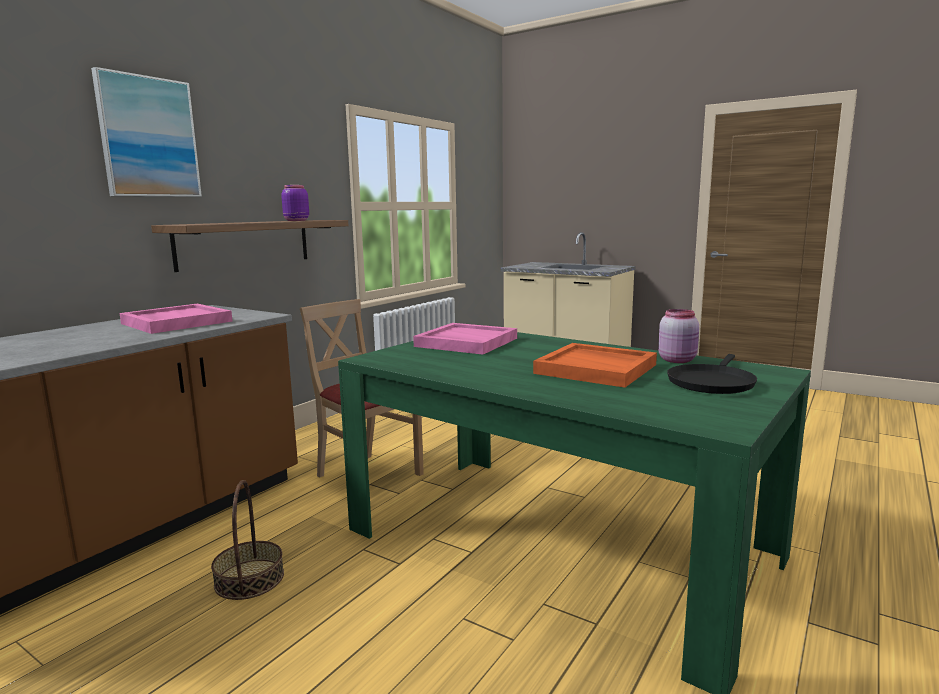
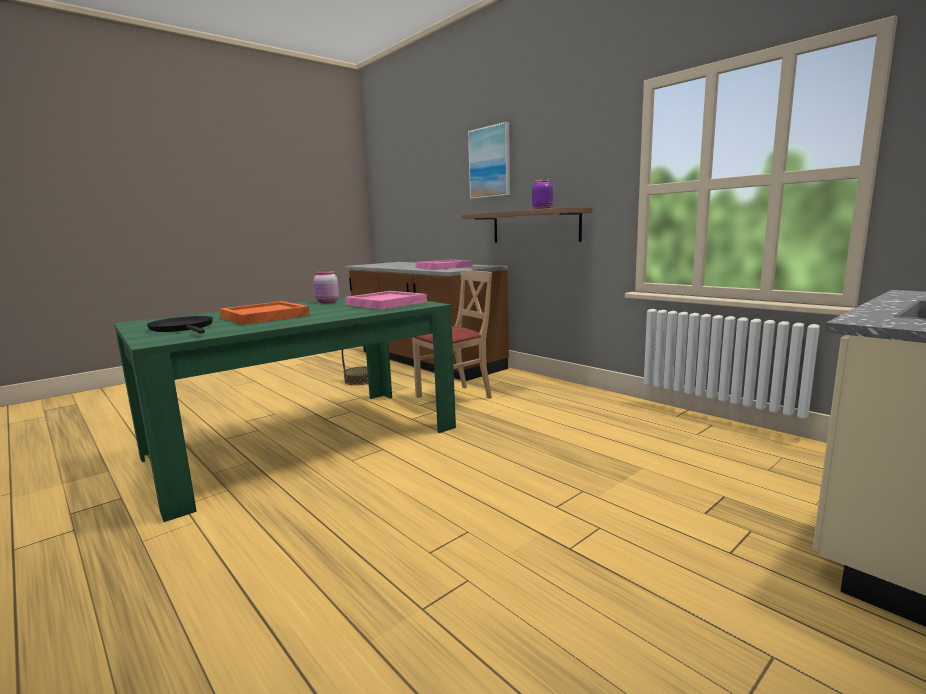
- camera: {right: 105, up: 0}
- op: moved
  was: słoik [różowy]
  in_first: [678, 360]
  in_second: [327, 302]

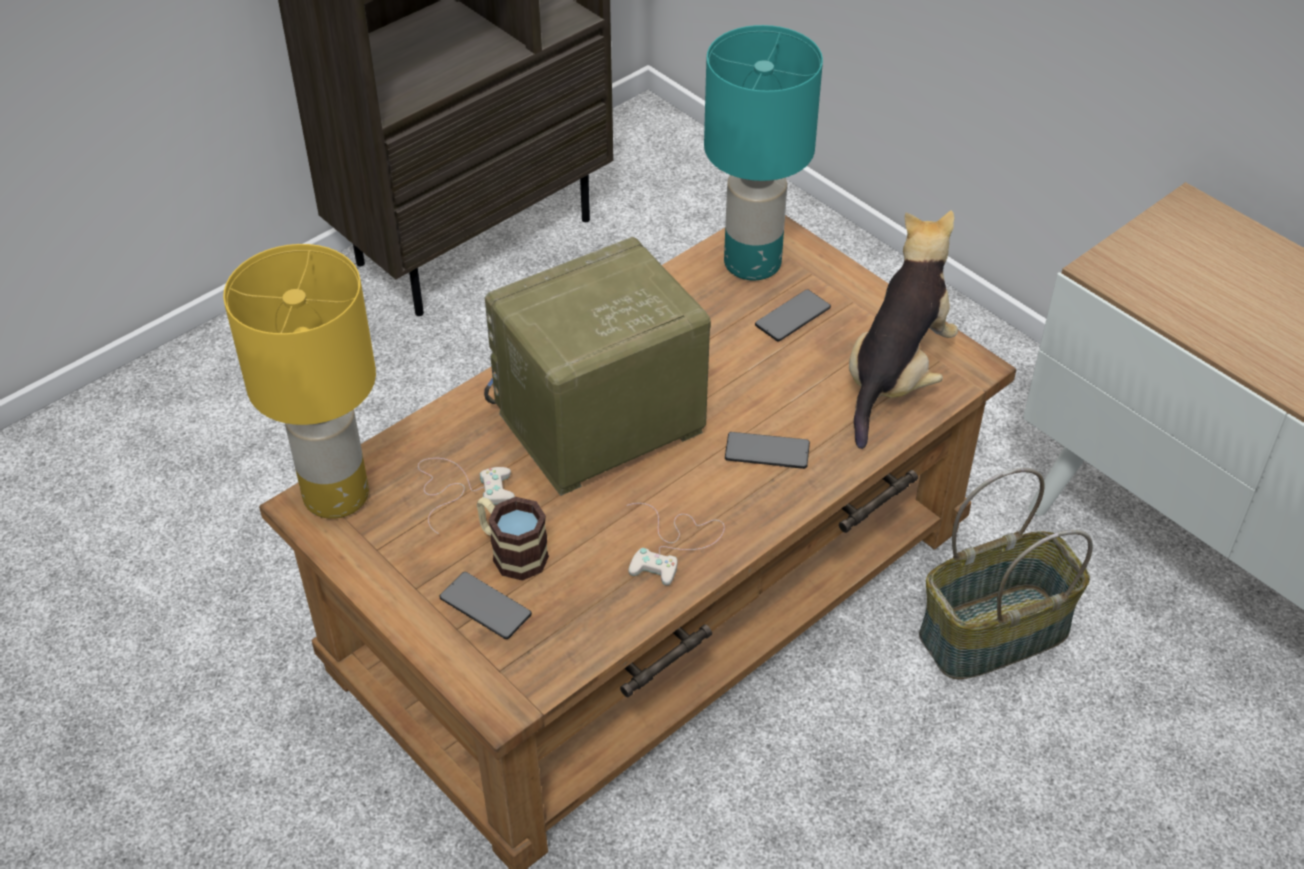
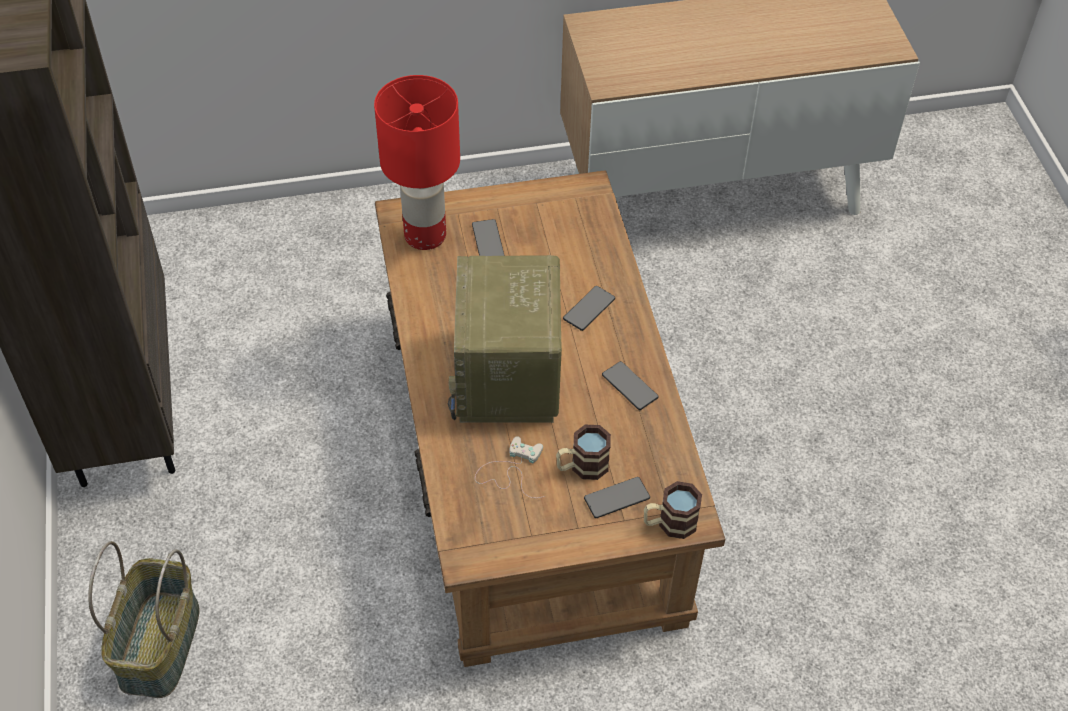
- camera: {right: -60, up: 5}
- op: removed
  was: lampa stołowa [żółty]
  in_first: [338, 494]
- op: replaced
  was: pad do gier [biały]
  now: telefon
  in_first: [673, 544]
  in_second: [630, 386]
- op: recoloured
  was: lampa stołowa [turkusowy]
  now: lampa stołowa [czerwony]
  in_first: [754, 262]
  in_second: [425, 234]
- op: removed
  was: pluszak
  in_first: [896, 375]
- op: moved
  was: koszyk
  in_first: [994, 635]
  in_second: [161, 646]
- op: added
  now: kubek
  in_second: [669, 523]

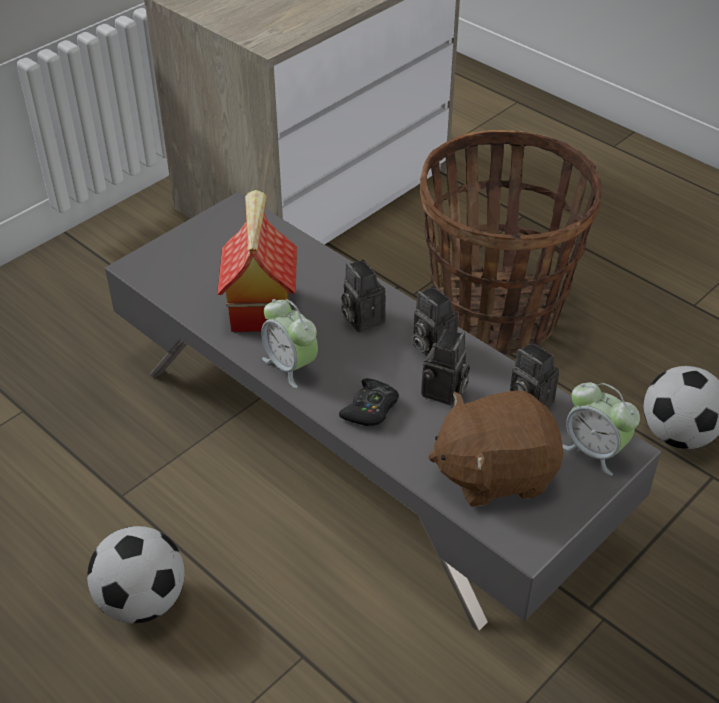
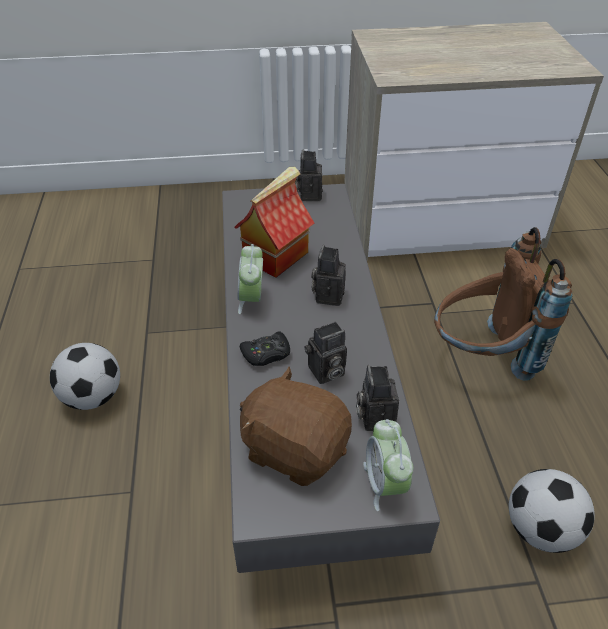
- camera: {right: 40, up: 0}
- op: moved
  was: aparat fotograficzny
  in_first: [430, 346]
  in_second: [309, 194]
- op: replaced
  was: koszyk
  now: plecak [brązowy]
  in_first: [496, 315]
  in_second: [482, 357]

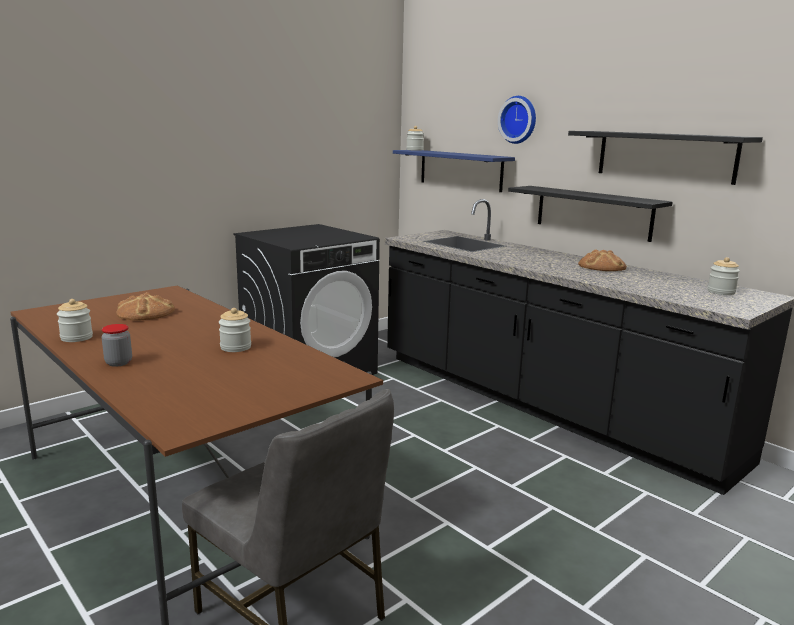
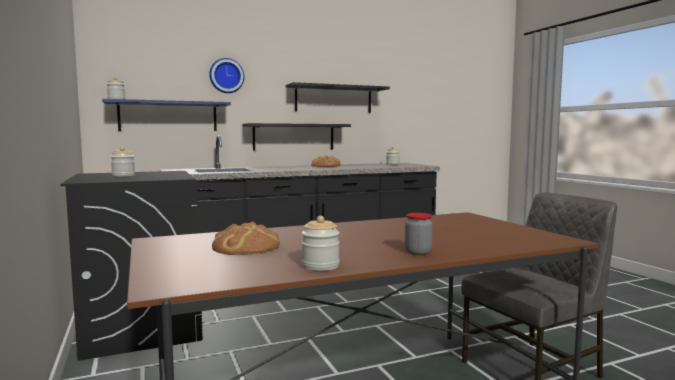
- camera: {right: -70, up: -10}
- op: moved
  was: słoik
  in_first: [235, 347]
  in_second: [123, 176]

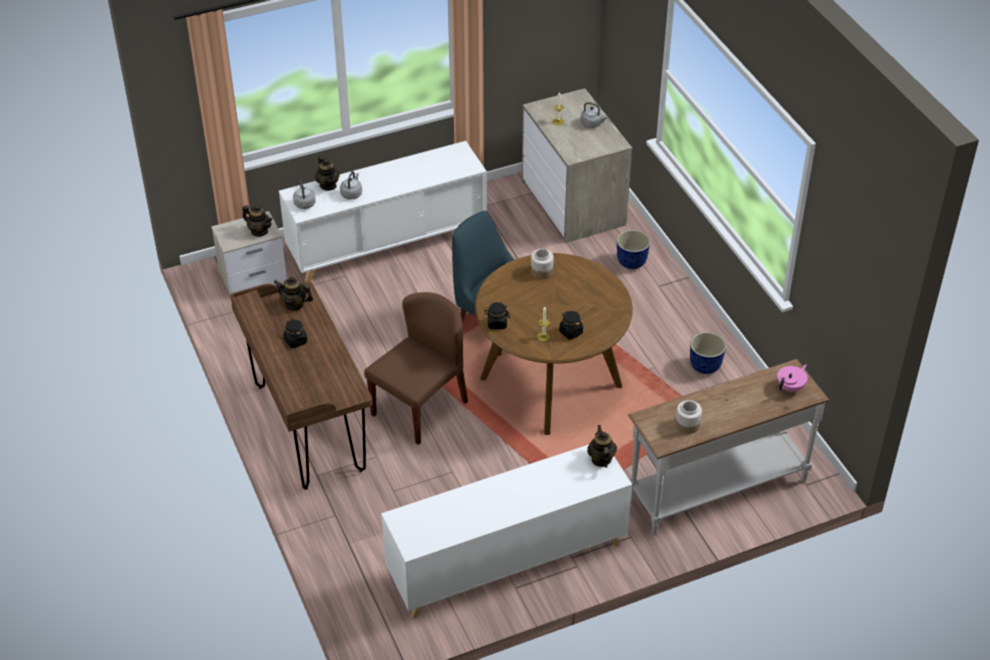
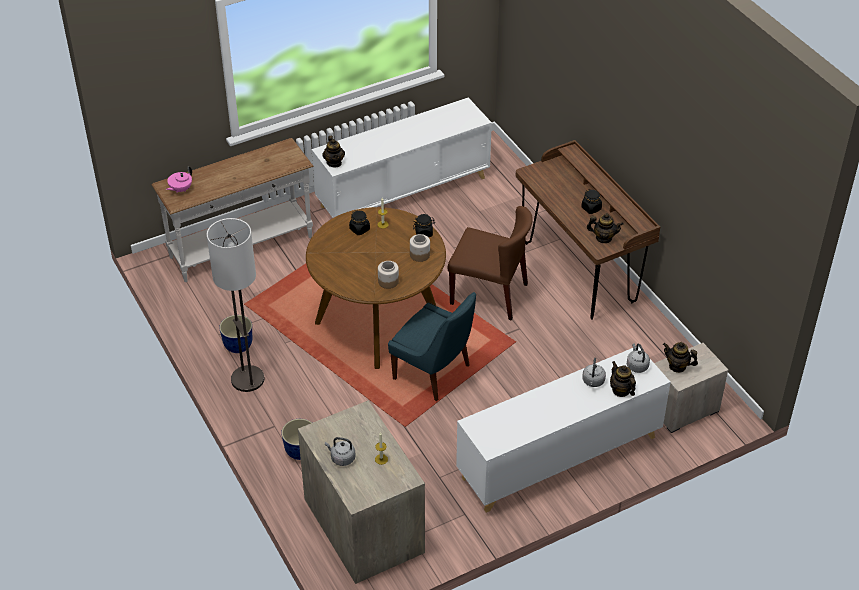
- camera: {right: 175, up: 0}
- op: turned
  was: krzesło [brązowy]
  in_first: [420, 408]
  in_second: [489, 294]
  clockwise: -105
- op: moved
  was: słoik
  in_first: [687, 424]
  in_second: [419, 255]
- op: added
  now: lampa stojąca
  in_second: [247, 379]

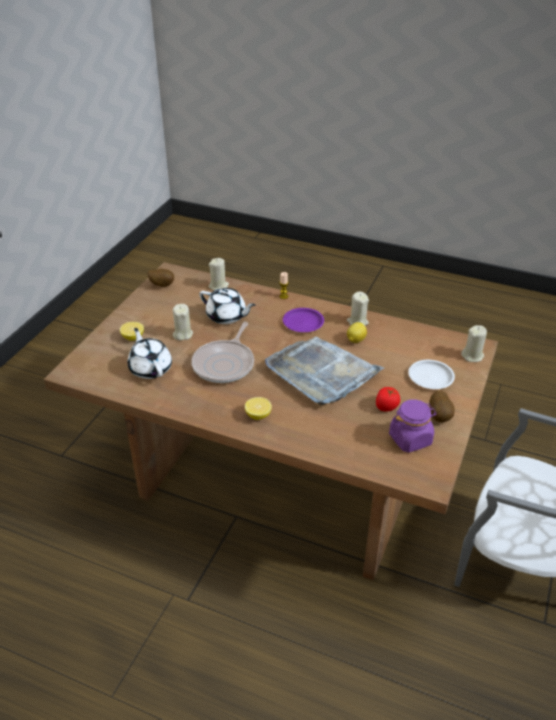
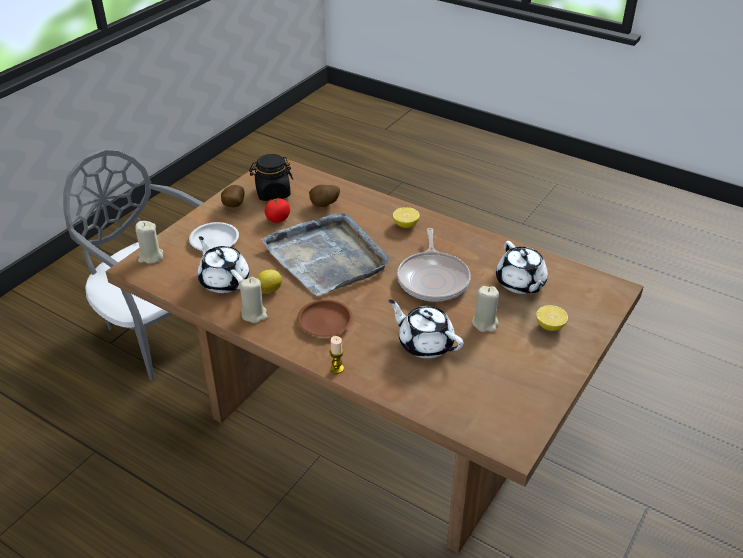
- camera: {right: -170, up: 0}
- op: moved
  was: ziemniak
  in_first: [162, 285]
  in_second: [324, 206]
- op: turned
  was: patelnia
  in_first: [225, 364]
  in_second: [433, 279]
  clockwise: 150
- op: removed
  was: świeca [beżowy]
  in_first: [218, 286]
- op: recoloured
  was: talerz [fioletowy]
  now: talerz [brązowy]
  in_first: [303, 323]
  in_second: [324, 321]
- op: recoloured
  was: słoik [fioletowy]
  now: słoik [czarny]
  in_first: [410, 439]
  in_second: [272, 193]
- op: added
  now: imbryk [biały]
  in_second: [224, 281]

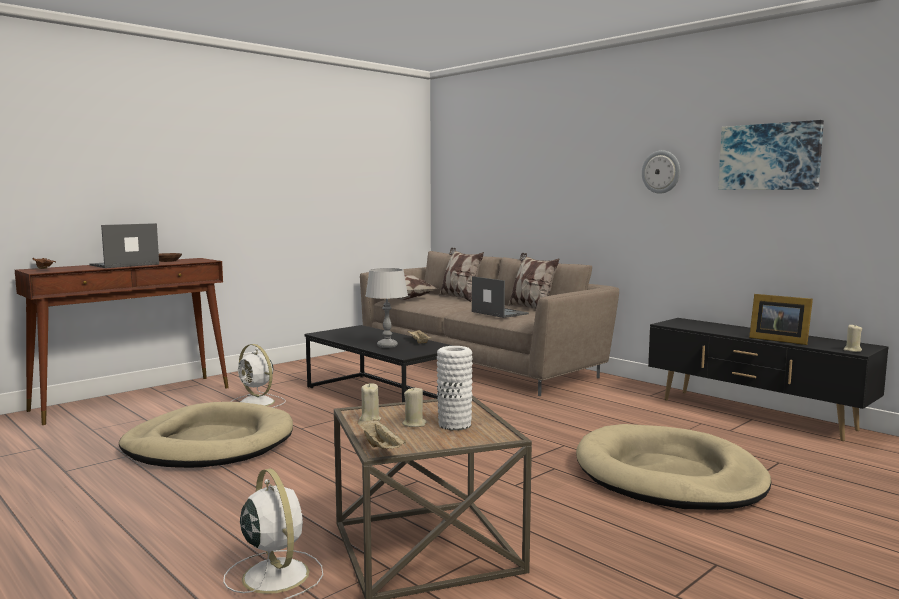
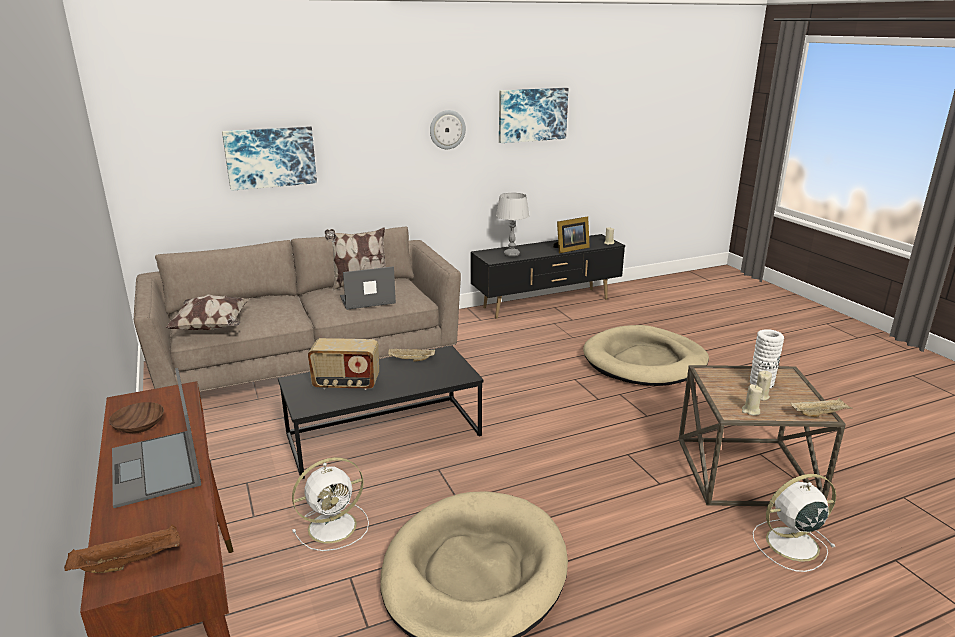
- camera: {right: -70, up: 15}
- op: moved
  was: lampa stołowa [szary]
  in_first: [387, 346]
  in_second: [511, 254]
- op: removed
  was: poduszka
  in_first: [460, 298]
- op: added
  now: obraz
  in_second: [270, 157]
- op: added
  now: radio
  in_second: [346, 384]

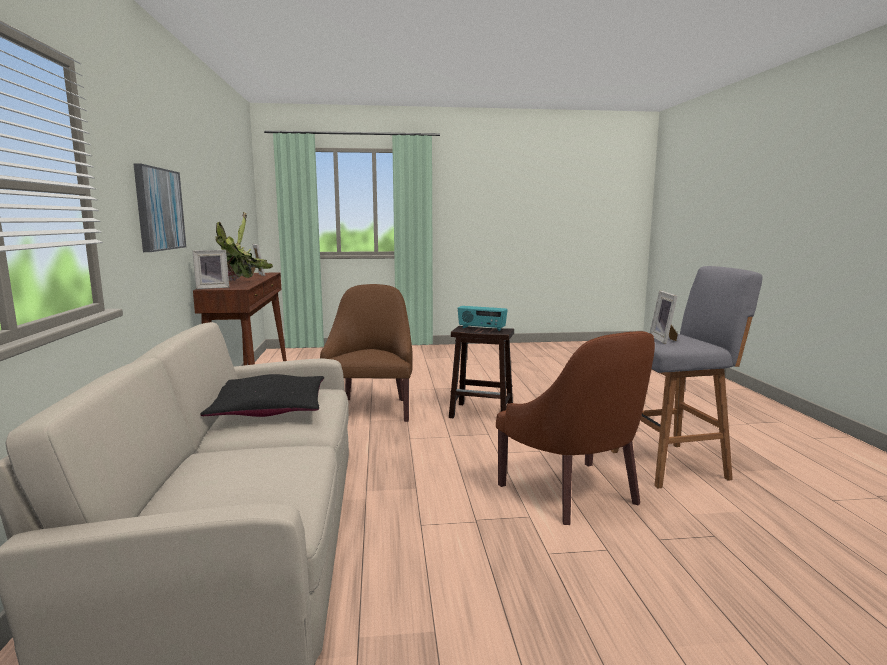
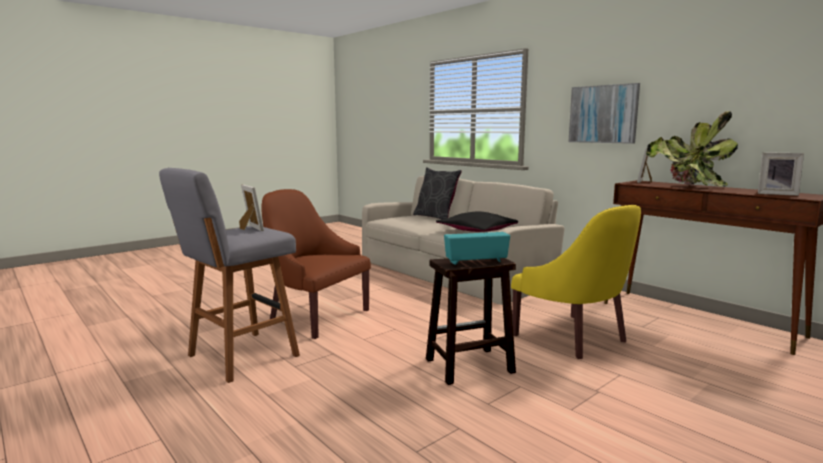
- camera: {right: 145, up: 0}
- op: recoloured
  was: fotel [brązowy]
  now: fotel [żółty]
  in_first: [370, 409]
  in_second: [573, 337]
- op: added
  now: poduszka [szary]
  in_second: [436, 217]

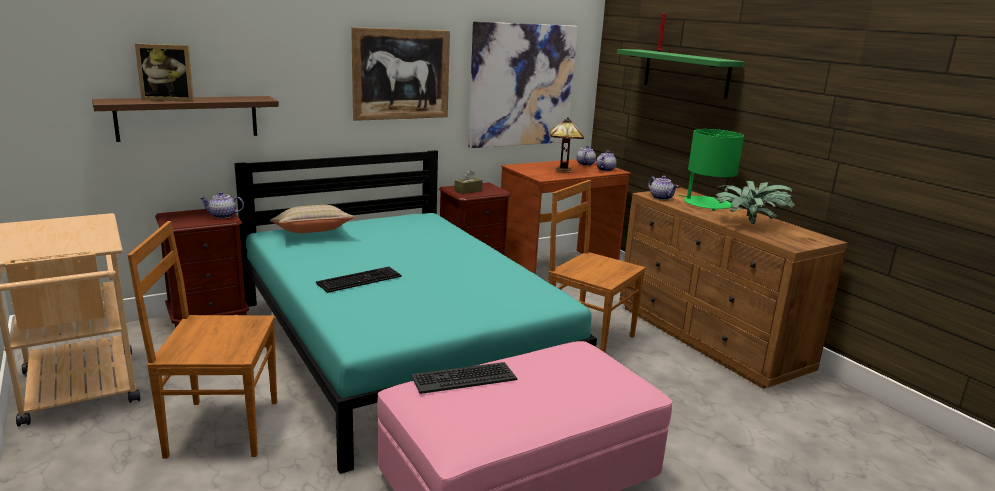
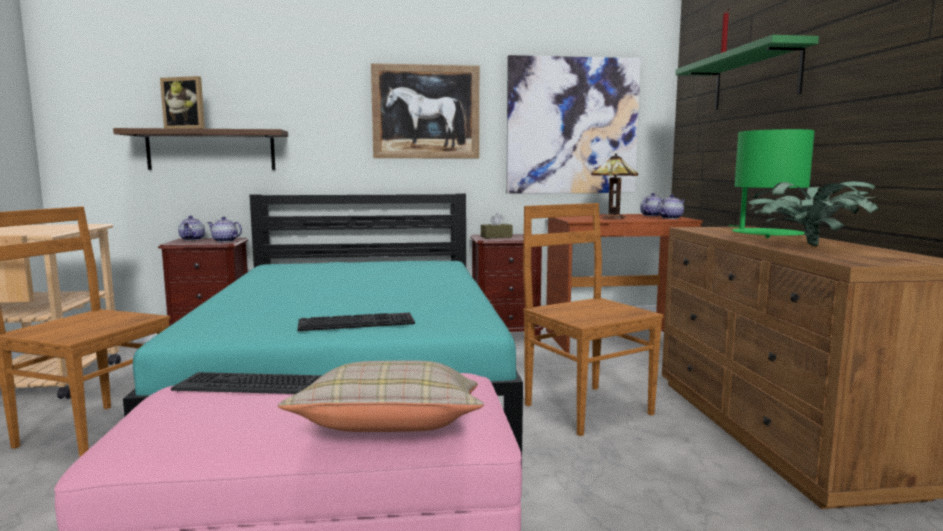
- camera: {right: 25, up: -10}
- op: moved
  was: poduszka [beżowy]
  in_first: [312, 233]
  in_second: [392, 430]
- op: moved
  was: klawiatura
  in_first: [360, 279]
  in_second: [357, 322]
- op: moved
  was: imbryk
  in_first: [661, 198]
  in_second: [193, 239]

